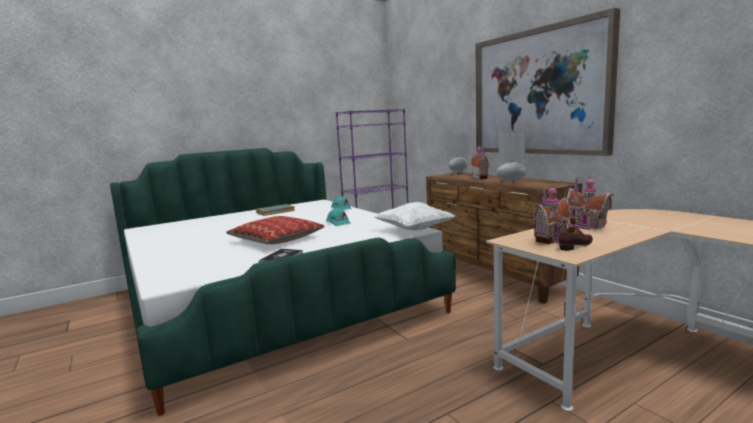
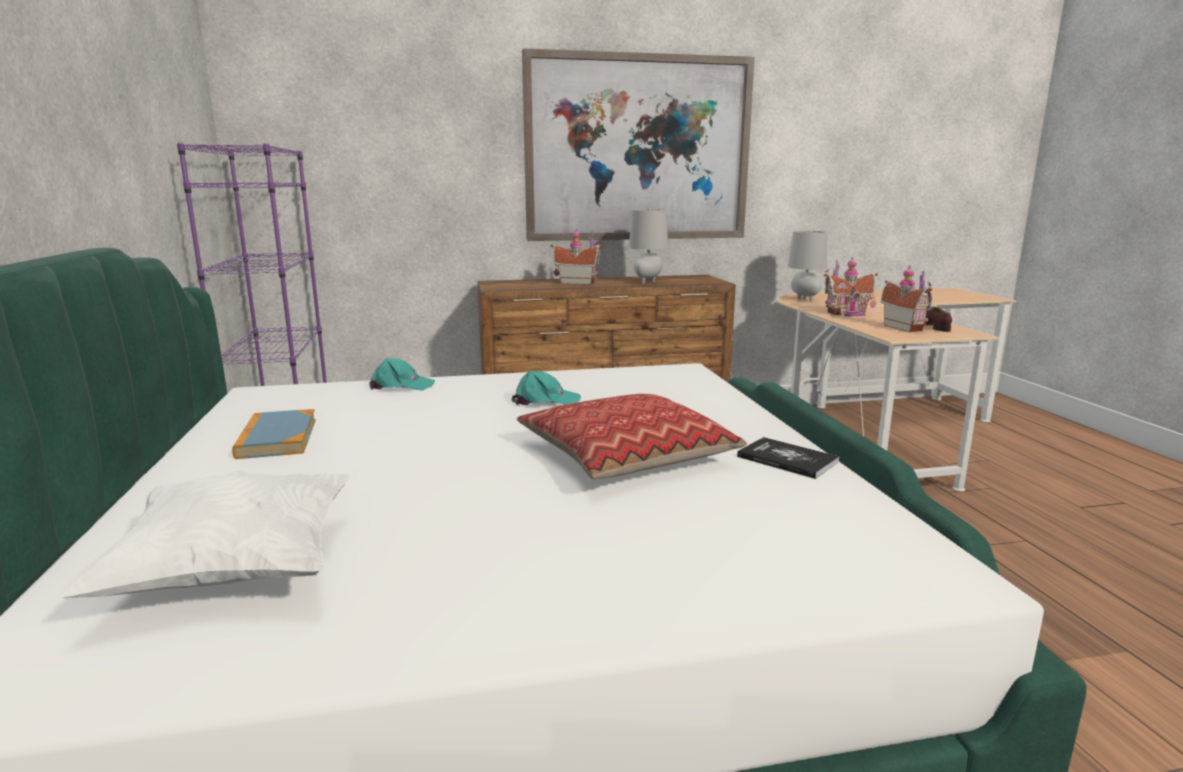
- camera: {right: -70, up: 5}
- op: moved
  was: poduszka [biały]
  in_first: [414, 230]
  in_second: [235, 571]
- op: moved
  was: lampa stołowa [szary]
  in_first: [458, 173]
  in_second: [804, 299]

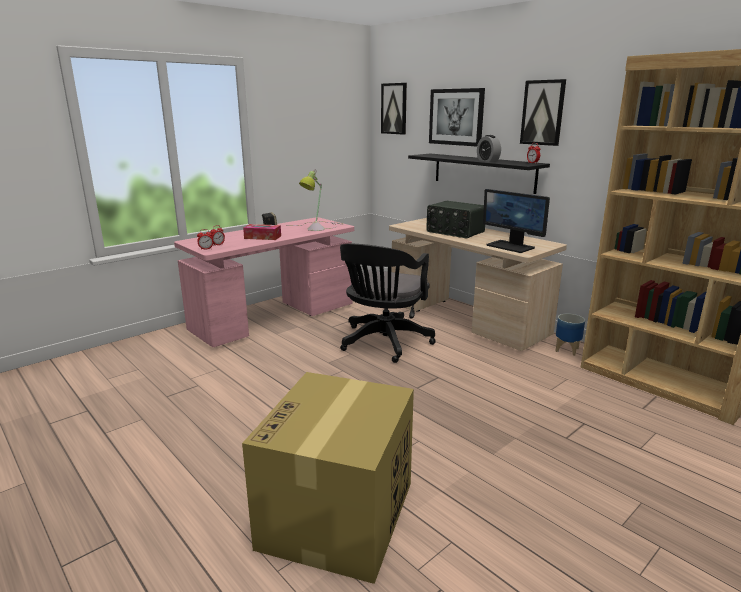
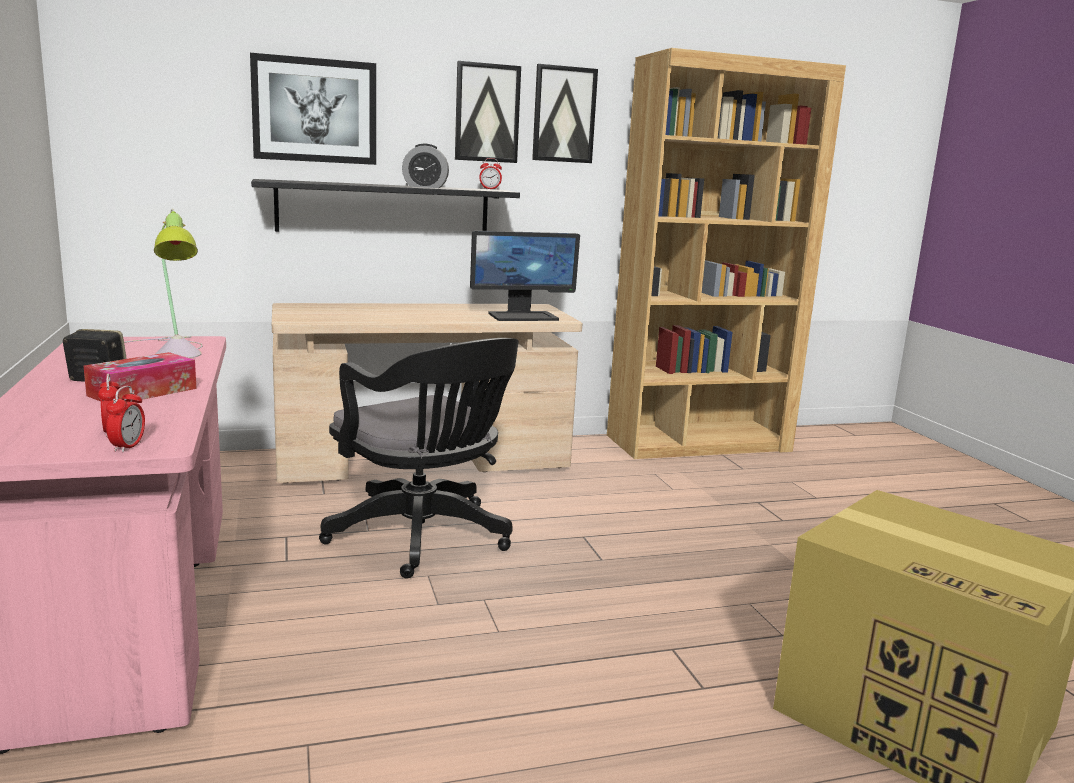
- camera: {right: -65, up: -5}
- op: moved
  was: obraz
  in_first: [394, 108]
  in_second: [564, 114]
- op: removed
  was: radio
  in_first: [454, 232]
- op: removed
  was: donica
  in_first: [567, 350]

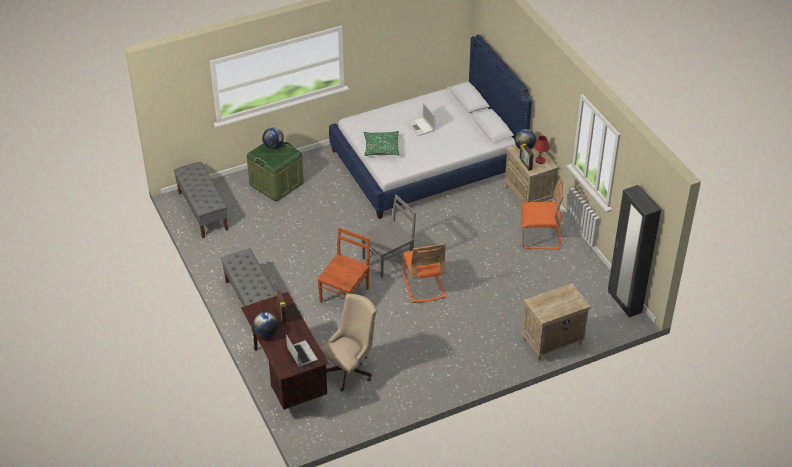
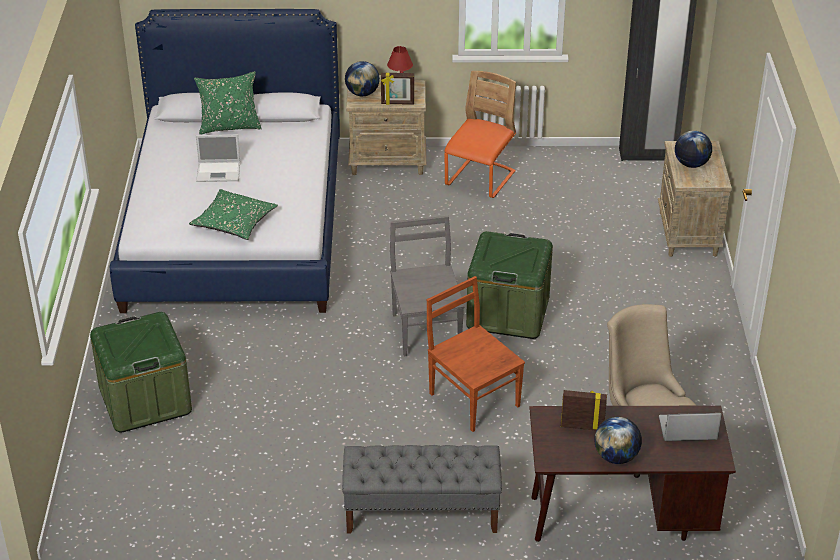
- camera: {right: -65, up: -5}
- op: removed
  was: ławka [szary]
  in_first: [202, 211]
- op: moved
  was: globus
  in_first: [273, 146]
  in_second: [691, 164]
- op: replaced
  was: krzesło [pomarańczowy]
  now: pojemnik do przechowywania [zielony]
  in_first: [424, 286]
  in_second: [508, 312]
- op: added
  now: poduszka [zielony]
  in_second: [229, 126]

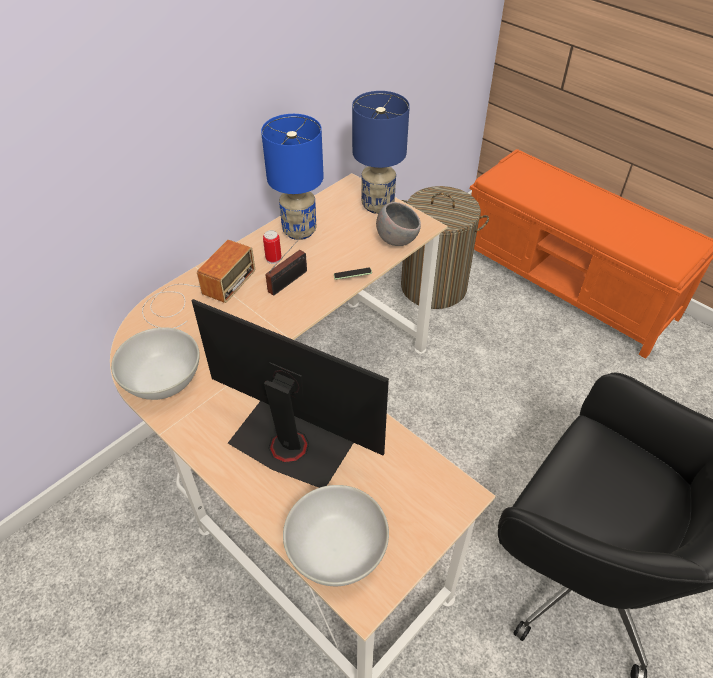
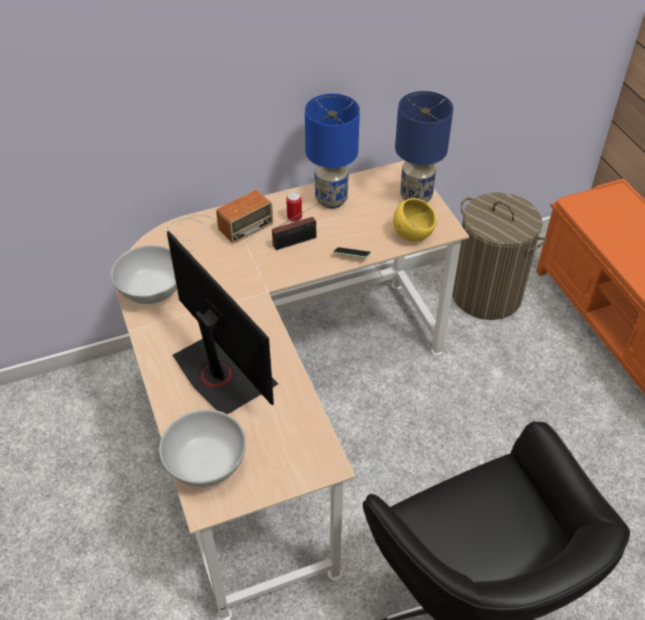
- camera: {right: 25, up: 0}
- op: recoloured
  was: miska [szary]
  now: miska [żółty]
  in_first: [396, 240]
  in_second: [412, 234]

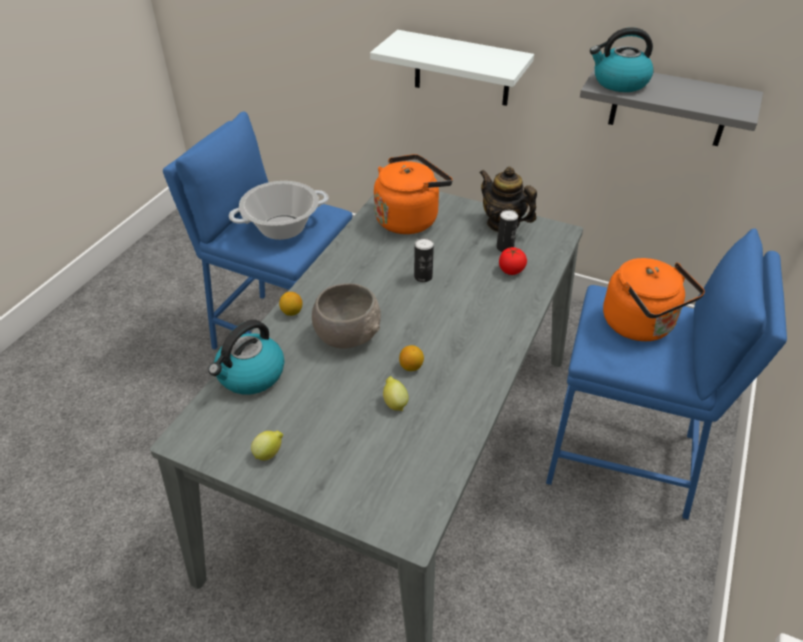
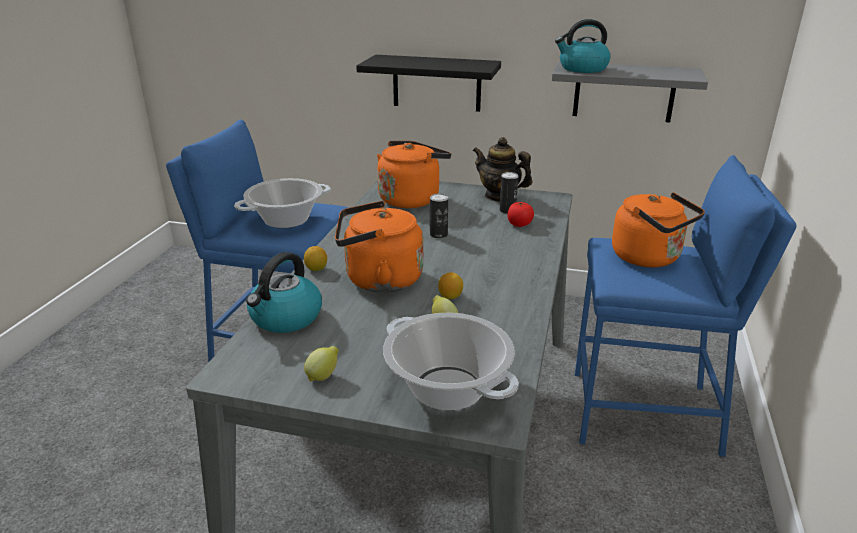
- camera: {right: -10, up: -15}
- op: replaced
  was: miska [szary]
  now: czajnik [pomarańczowy]
  in_first: [348, 335]
  in_second: [378, 280]
- op: recoloured
  was: półka [biały]
  now: półka [czarny]
  in_first: [462, 69]
  in_second: [436, 83]
- op: added
  now: garnek
  in_second: [447, 389]

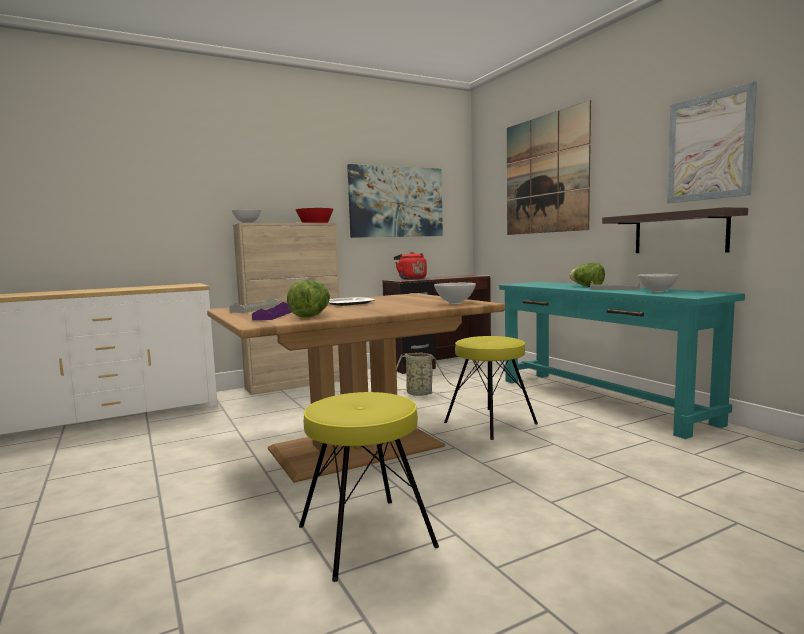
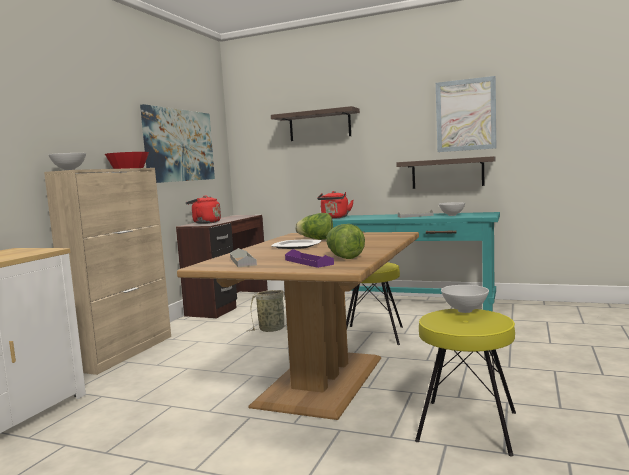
- camera: {right: -40, up: 0}
- op: moved
  was: miska [biały]
  in_first: [455, 303]
  in_second: [465, 310]
- op: replaced
  was: obraz
  now: półka
  in_first: [545, 174]
  in_second: [319, 125]
- op: moved
  was: sałata
  in_first: [587, 286]
  in_second: [316, 239]
- op: added
  now: czajnik [czerwony]
  in_second: [335, 218]

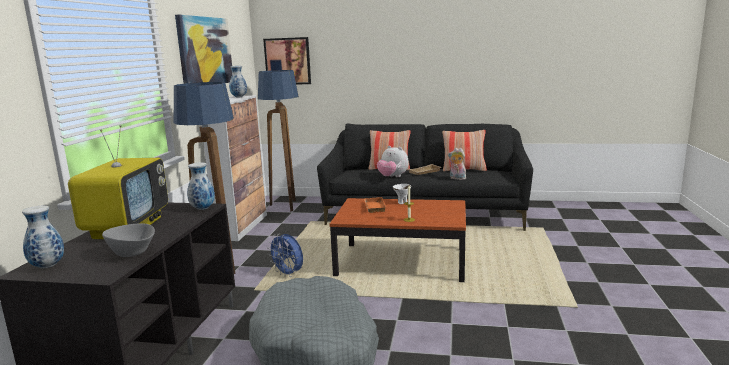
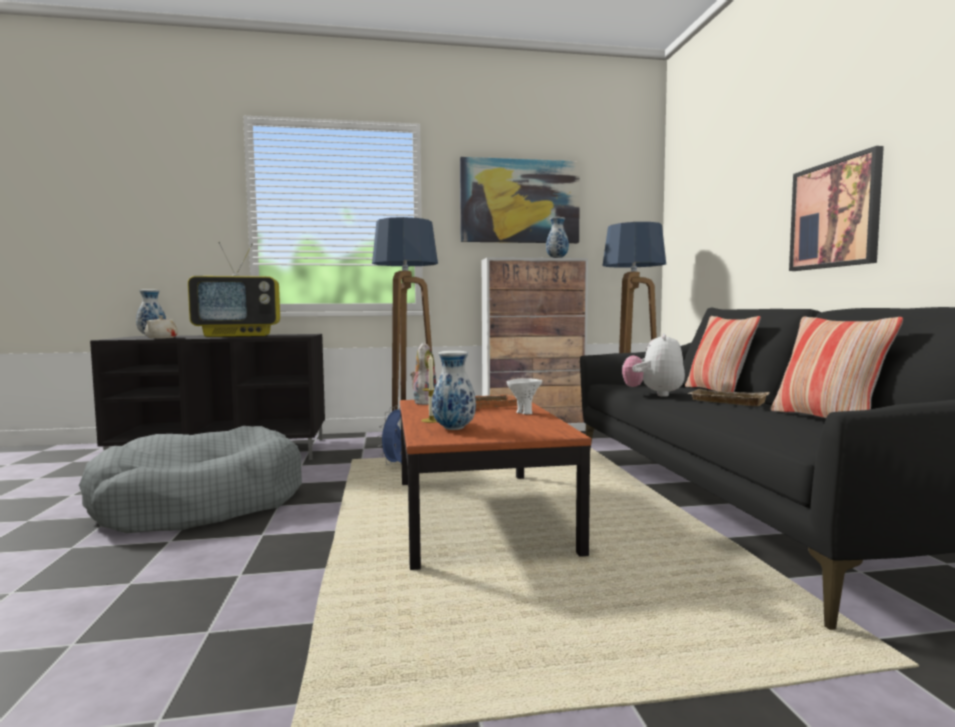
- camera: {right: 70, up: -10}
- op: replaced
  was: miska [szary]
  now: imbryk [beżowy]
  in_first: [134, 254]
  in_second: [161, 338]
- op: moved
  was: wazon
  in_first: [202, 208]
  in_second: [454, 429]
- op: moved
  was: obraz
  in_first: [287, 61]
  in_second: [835, 214]
- op: moved
  was: pluszak
  in_first: [457, 178]
  in_second: [424, 402]

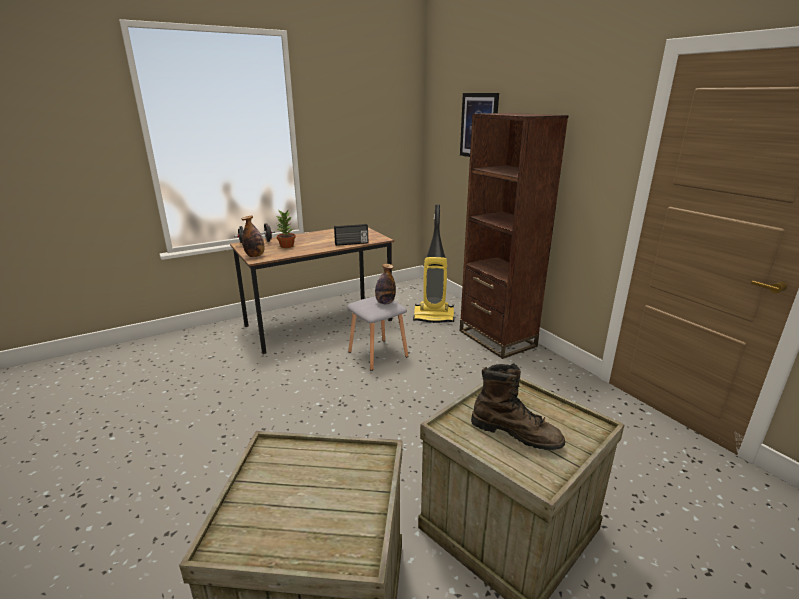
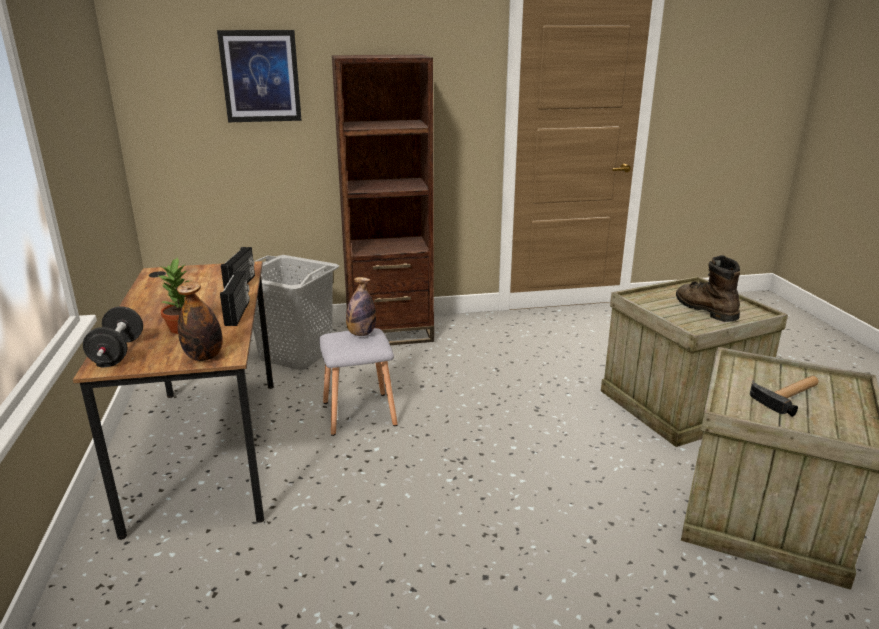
- camera: {right: -70, up: 0}
- op: replaced
  was: odkurzacz
  now: kosz na pranie [szary]
  in_first: [434, 316]
  in_second: [296, 355]
- op: turned
  was: but z cholewką [brązowy]
  in_first: [516, 433]
  in_second: [704, 309]
  clockwise: -75
- op: added
  now: radio
  in_second: [238, 313]
- op: added
  now: młotek
  in_second: [788, 395]

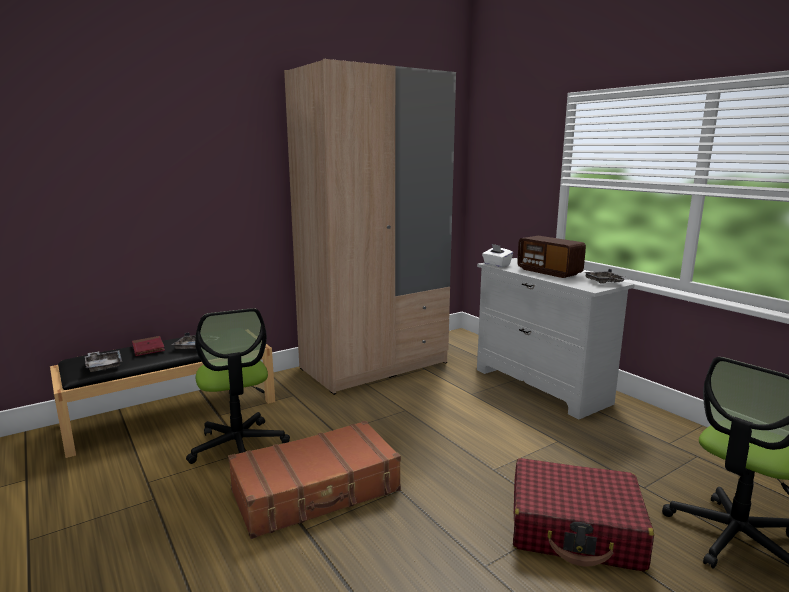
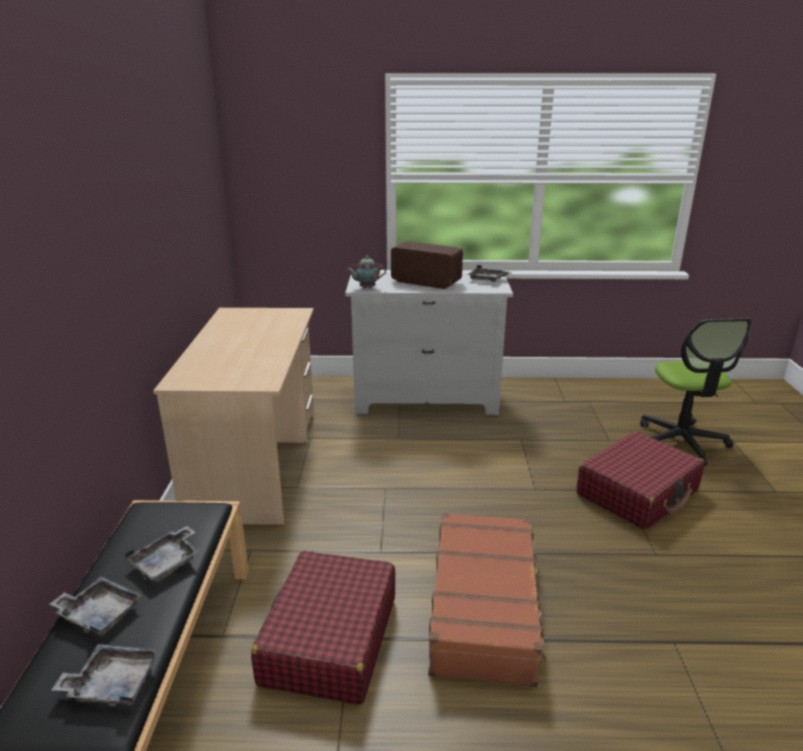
- camera: {right: -55, up: 10}
- op: replaced
  was: książka [czerwony]
  now: taca [szary]
  in_first: [148, 348]
  in_second: [99, 613]
- op: replaced
  was: krzesło biurowe
  now: walizka [czerwony]
  in_first: [238, 446]
  in_second: [329, 640]
- op: replaced
  was: szafa [beżowy]
  now: biurko [beżowy]
  in_first: [374, 365]
  in_second: [256, 463]
- op: replaced
  was: pudełko chusteczek [biały]
  now: imbryk
  in_first: [496, 265]
  in_second: [366, 288]
- op: turned
  was: radio
  in_first: [549, 272]
  in_second: [426, 282]
  clockwise: -150

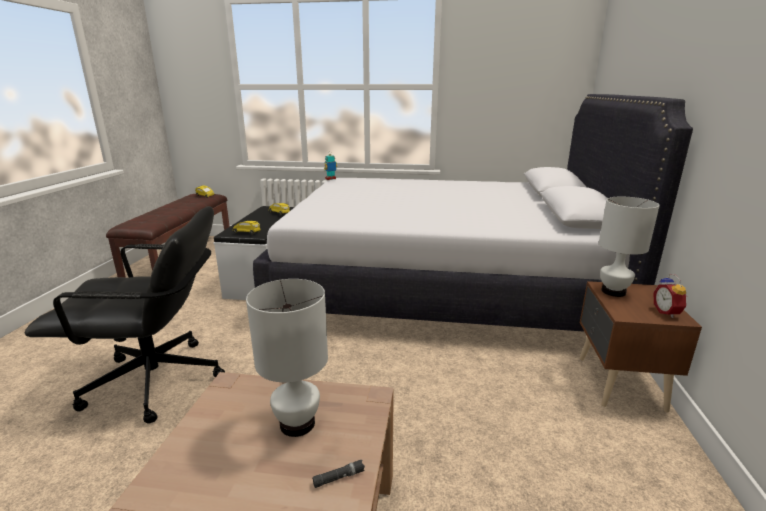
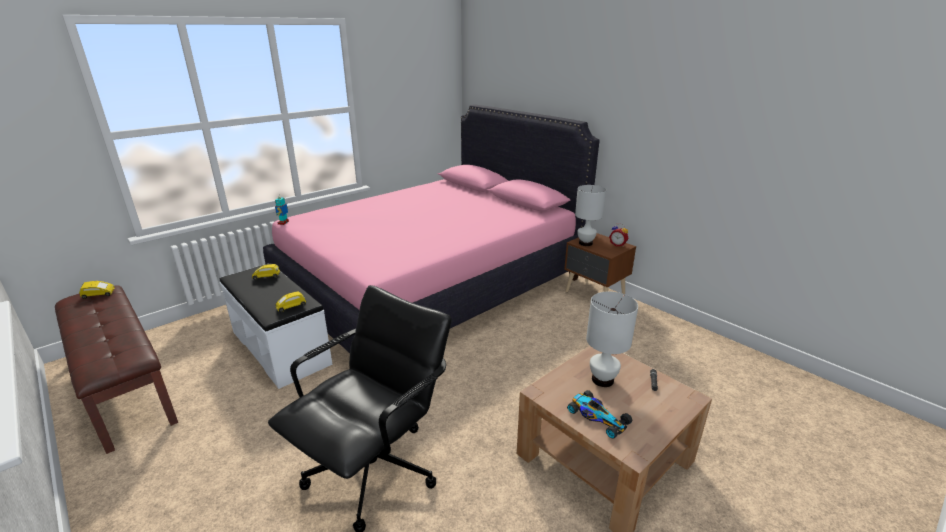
- camera: {right: -50, up: 5}
- op: recoloured
  was: łóżko [biały]
  now: łóżko [różowy]
  in_first: [440, 286]
  in_second: [432, 286]
- op: added
  now: samochodzik
  in_second: [597, 416]

